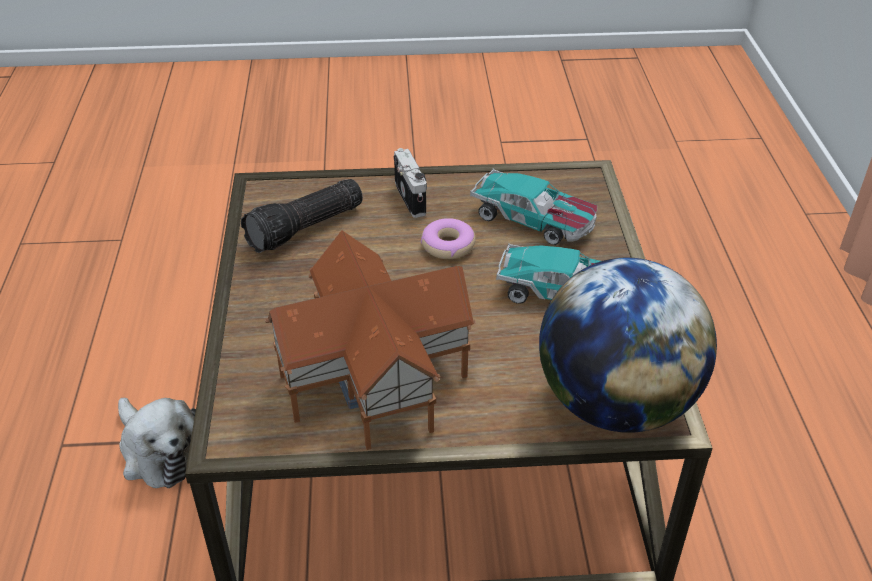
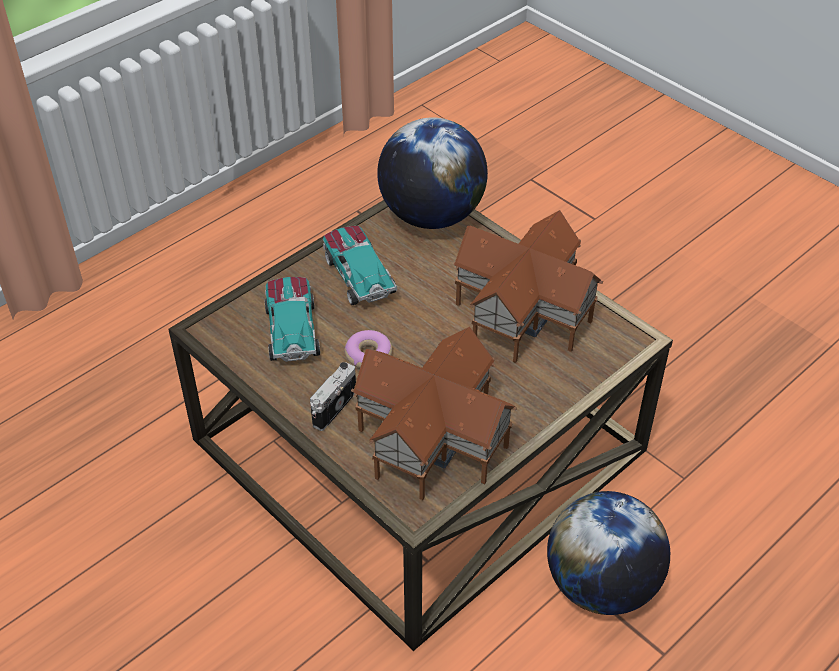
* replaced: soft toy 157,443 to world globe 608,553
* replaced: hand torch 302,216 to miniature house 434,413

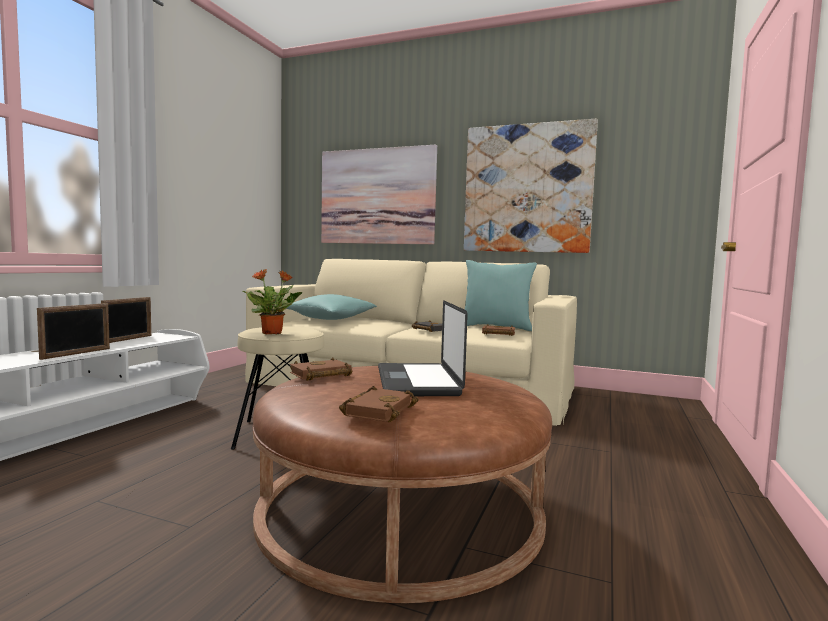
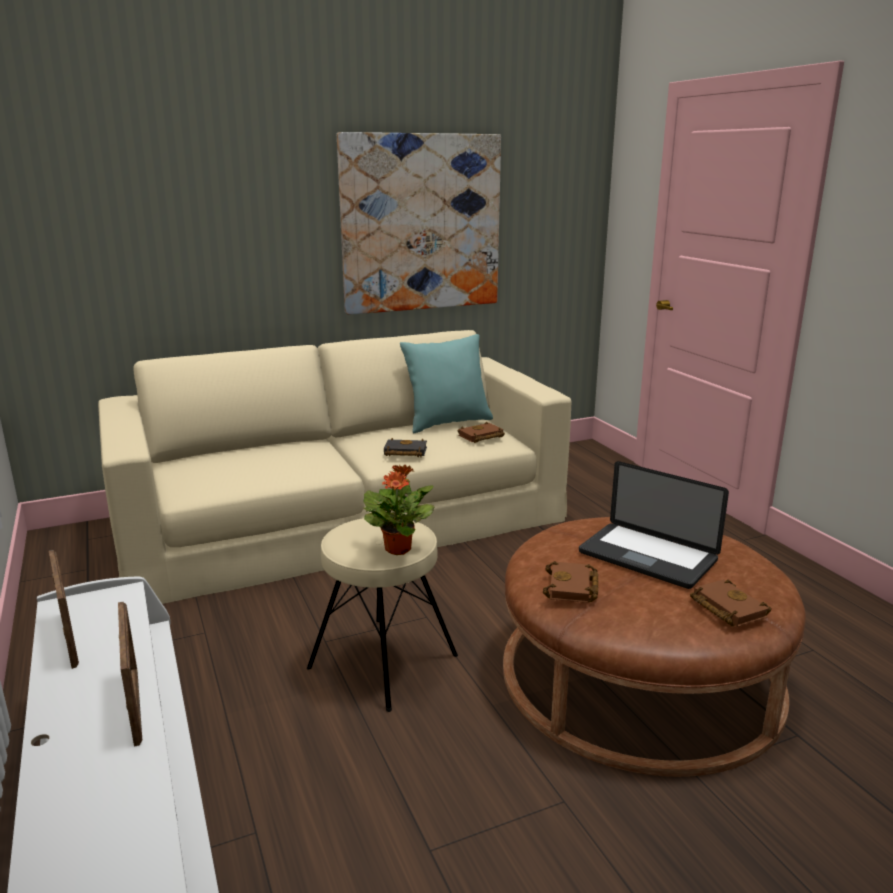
* removed: blue-green pillow 331,307
* removed: wall picture 379,194

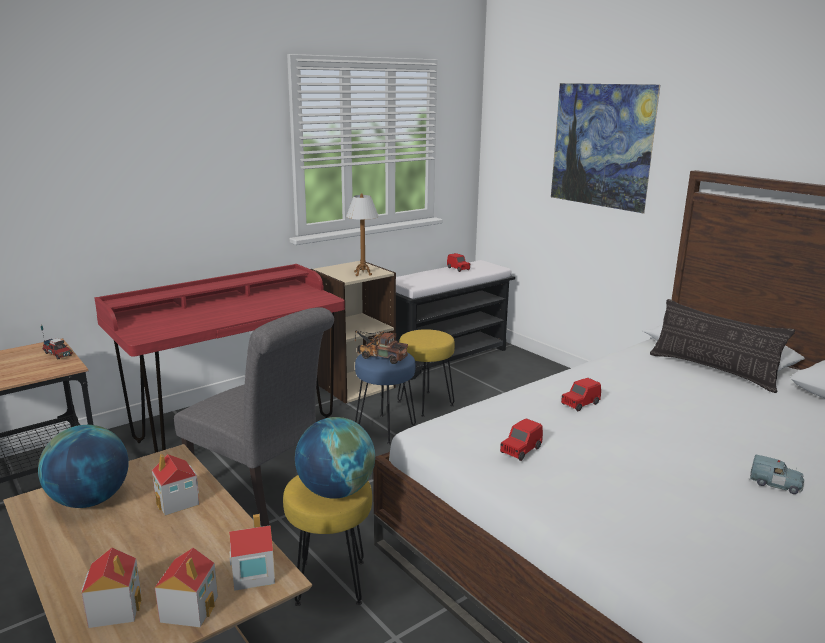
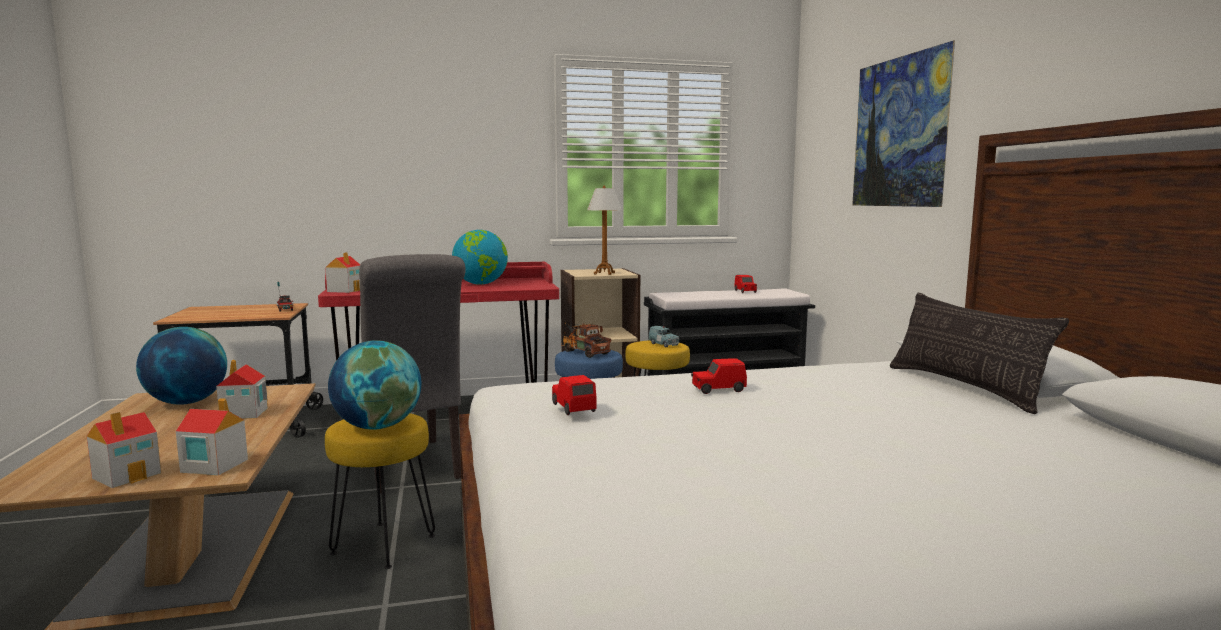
* moved: miniature house 111,588 to 342,272
* turned: red toy car 521,439 = 574,395 90 degrees clockwise
* moved: bluish toy car 777,474 to 663,336
* added: world globe 480,257

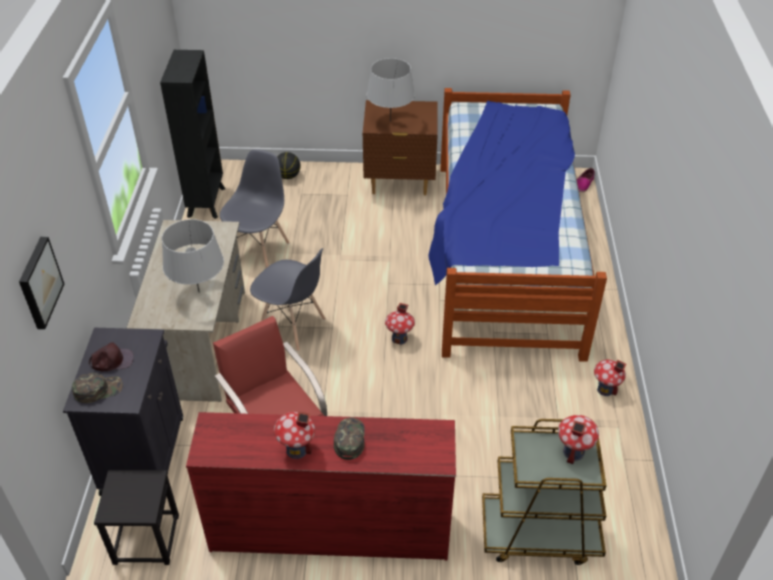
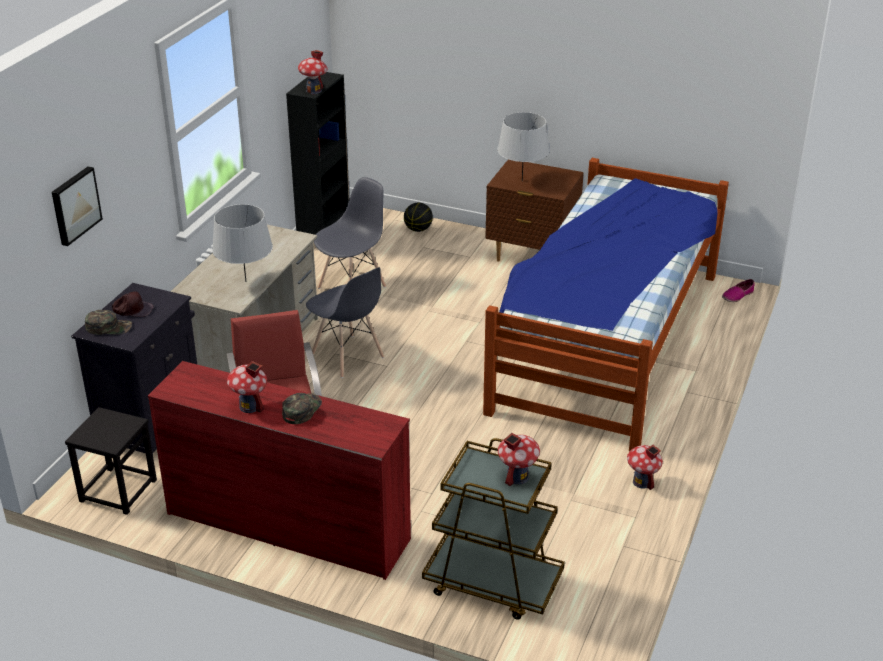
* moved: miniature house 400,324 to 313,72

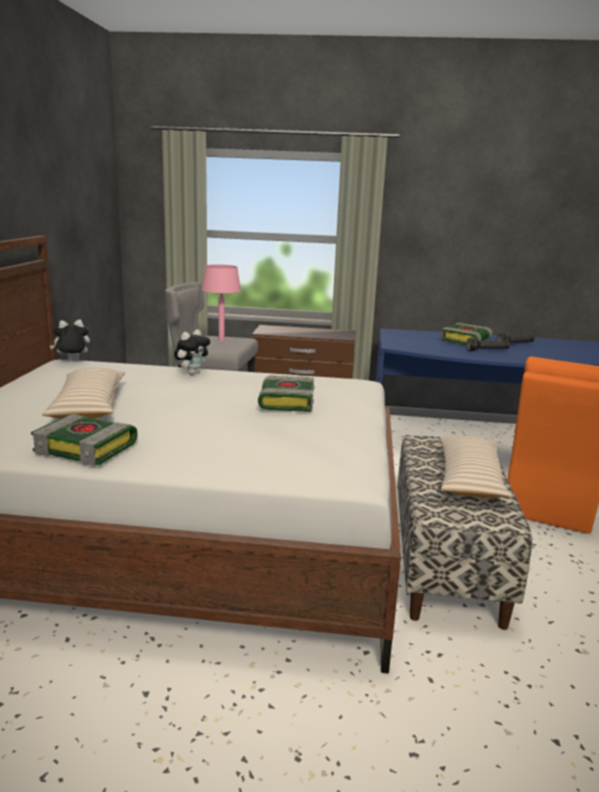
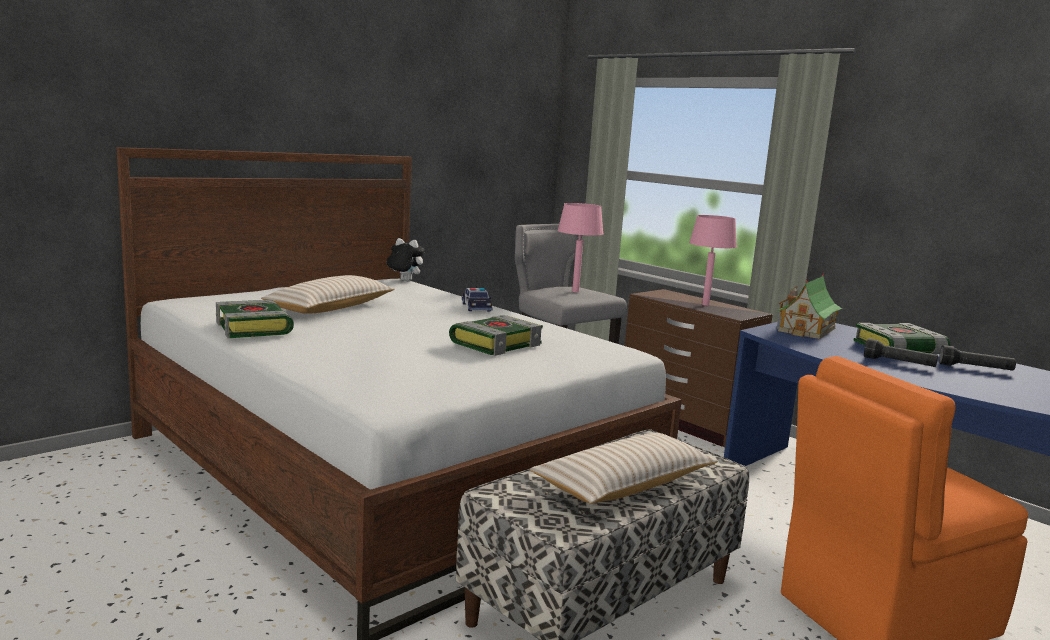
* replaced: soft toy 192,351 to toy car 477,299
* added: pink tabletop lamp 713,260
* added: miniature house 809,305

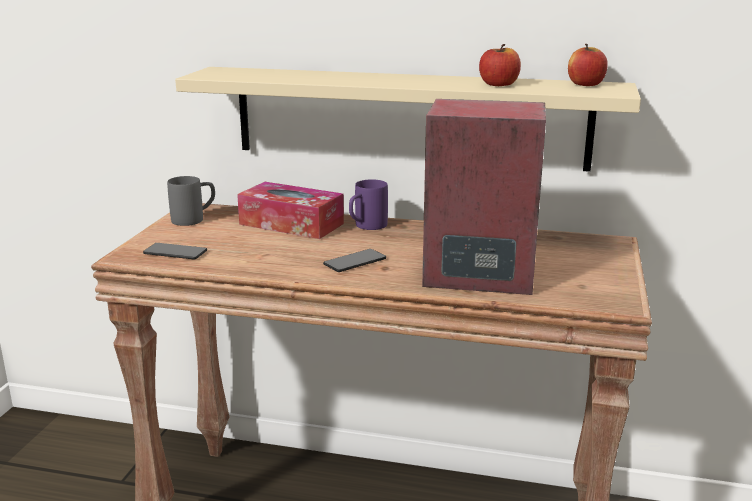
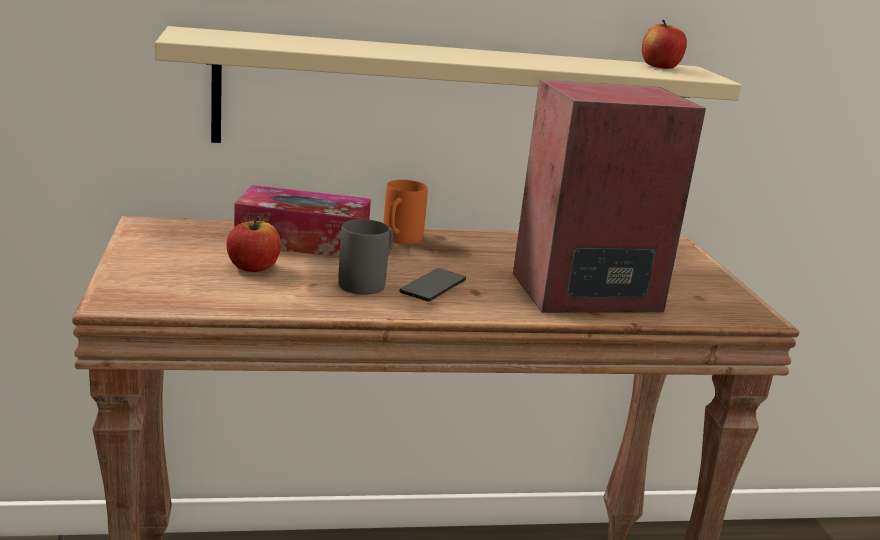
* removed: phone 175,251
* moved: greyish coffee mug 191,201 to 365,257
* recoloured: purplish coffee mug 368,204 to orange-coloured coffee mug 405,212
* moved: apple 500,65 to 254,244

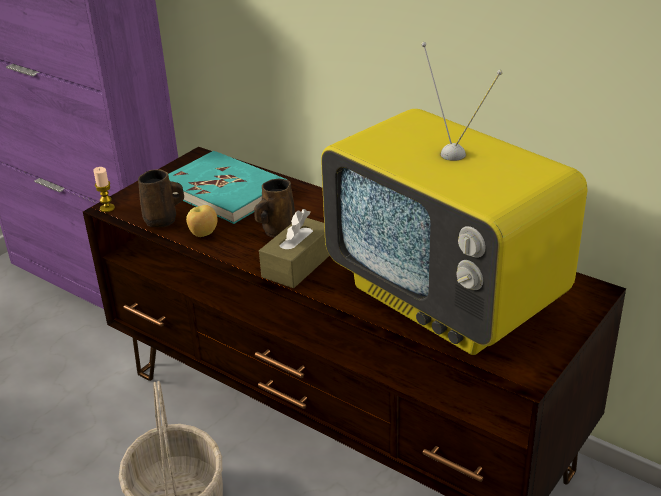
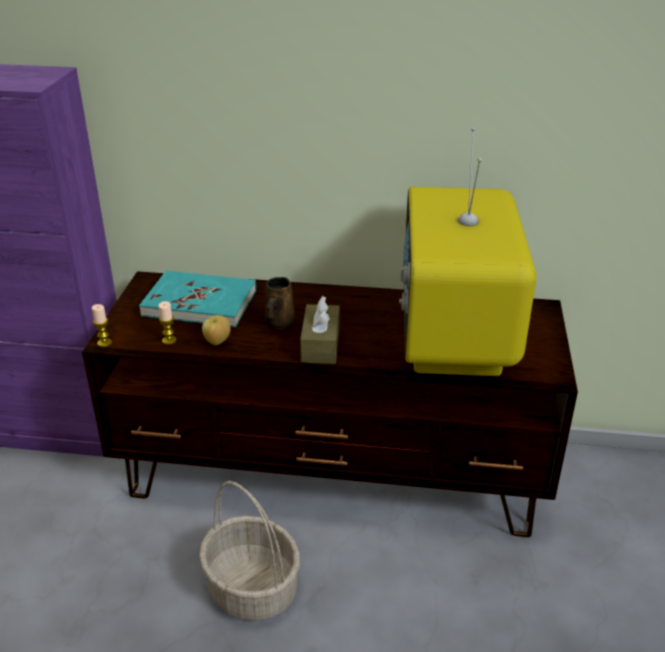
* replaced: brown coffee mug 161,198 to candle 167,323
* turned: TV set 454,198 = 468,251 75 degrees clockwise

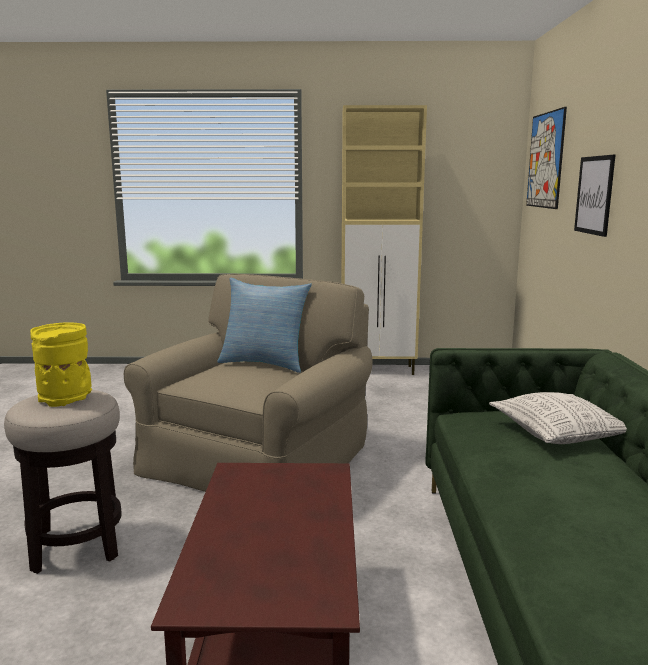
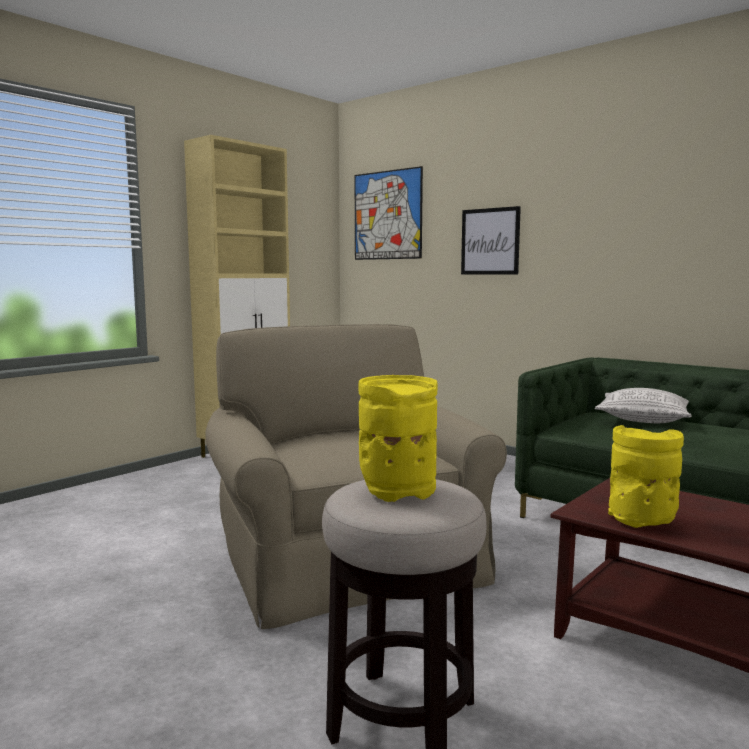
* removed: pillow 264,325
* added: yellowish flower vase 646,476

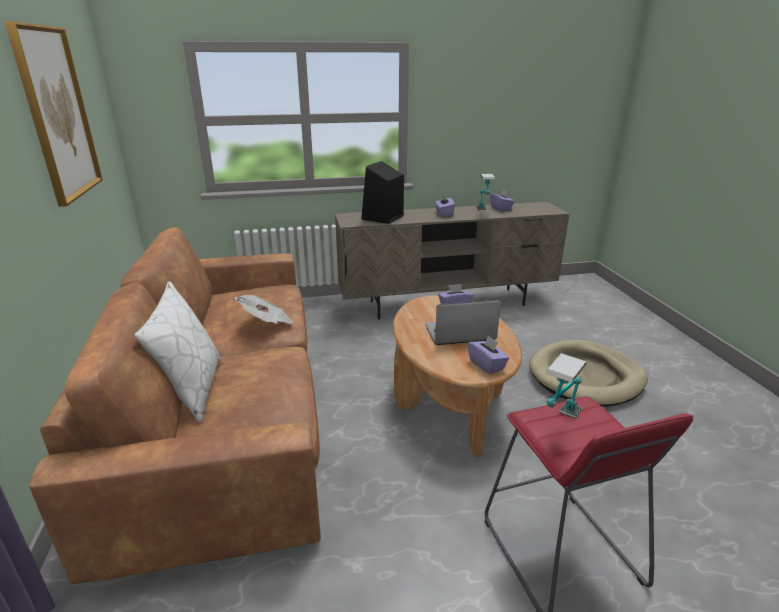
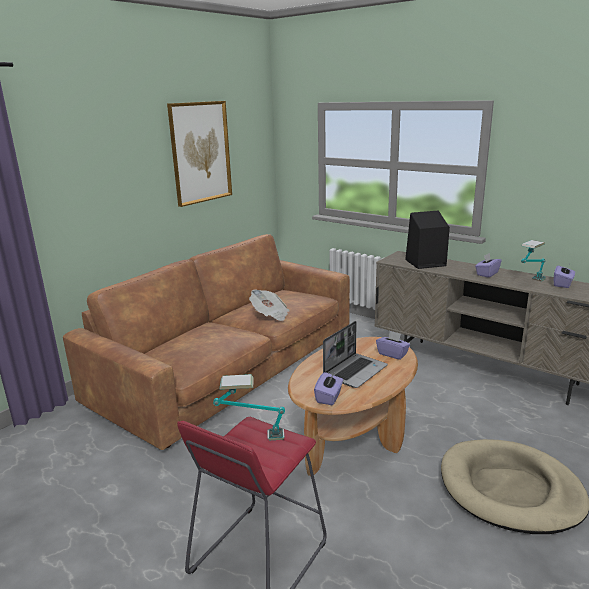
* removed: white pillow 178,352
* turned: notebook computer 463,322 = 355,354 90 degrees clockwise

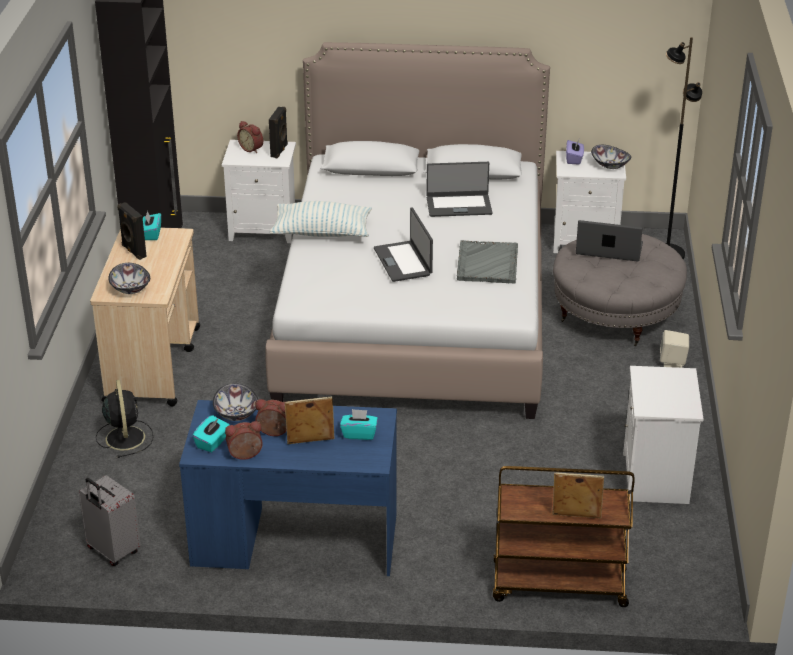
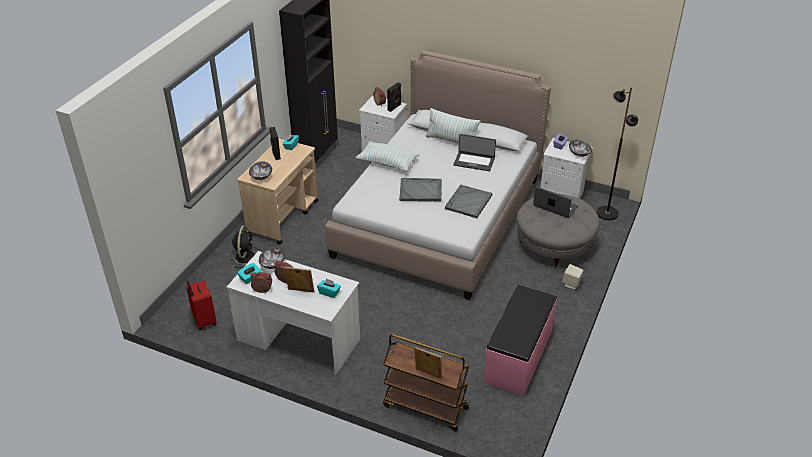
* recoloured: greyish suitcase 110,520 to red suitcase 201,305
* recoloured: bluish desk table 288,488 to white desk table 293,313
* replaced: notebook computer 403,244 to greyish serving tray 420,190
* replaced: white nightstand 663,435 to pink bench 520,340
* added: pillow 453,126

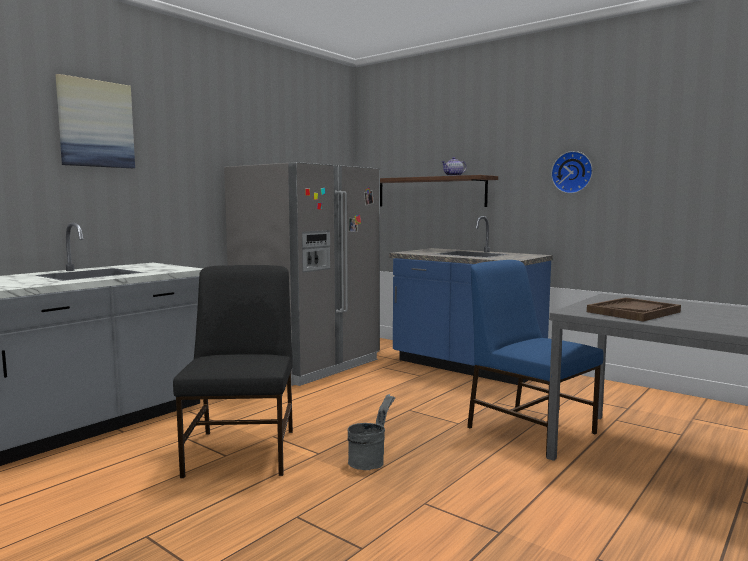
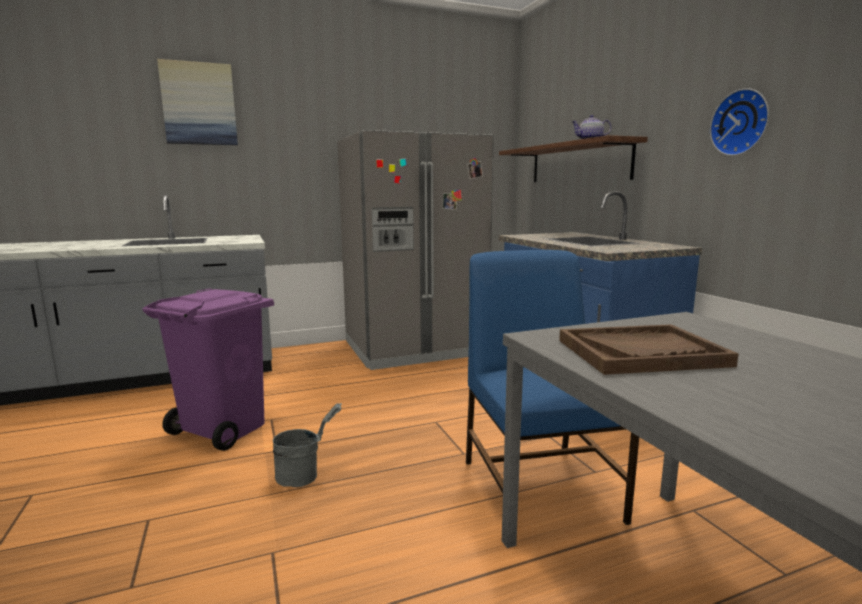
* replaced: black-coloured chair 233,371 to purplish waste bin 208,370

